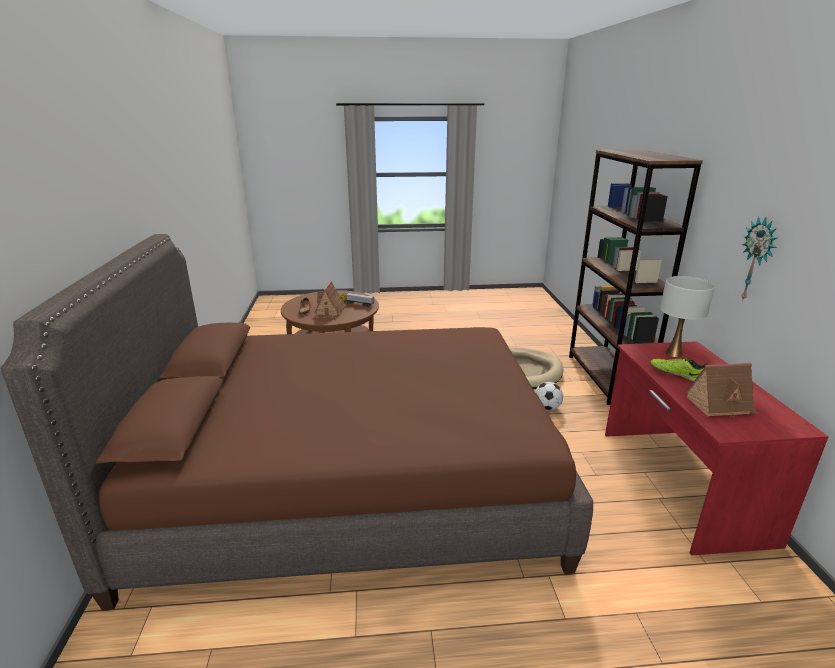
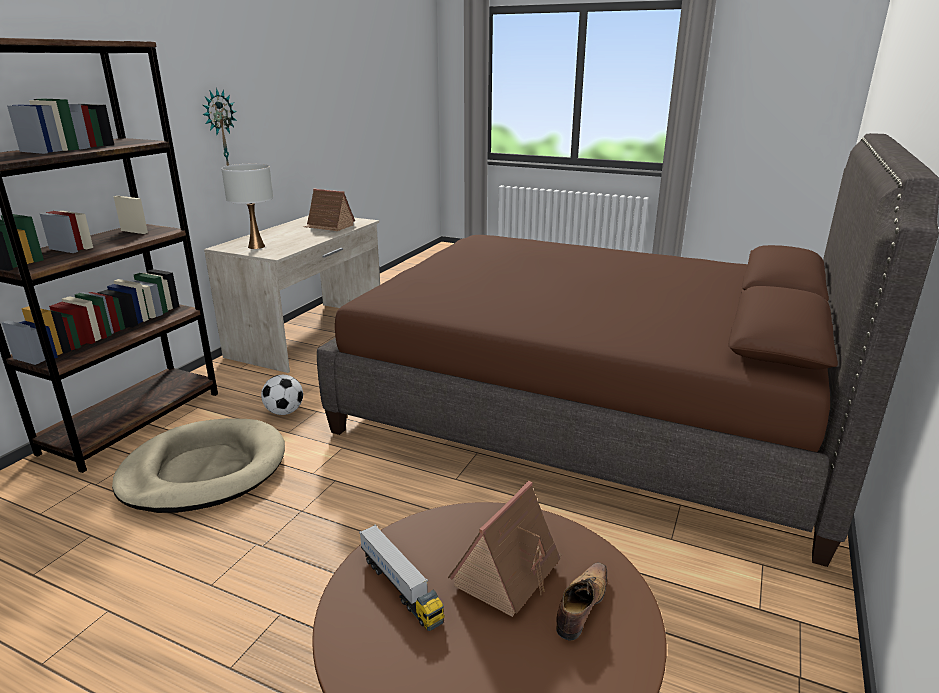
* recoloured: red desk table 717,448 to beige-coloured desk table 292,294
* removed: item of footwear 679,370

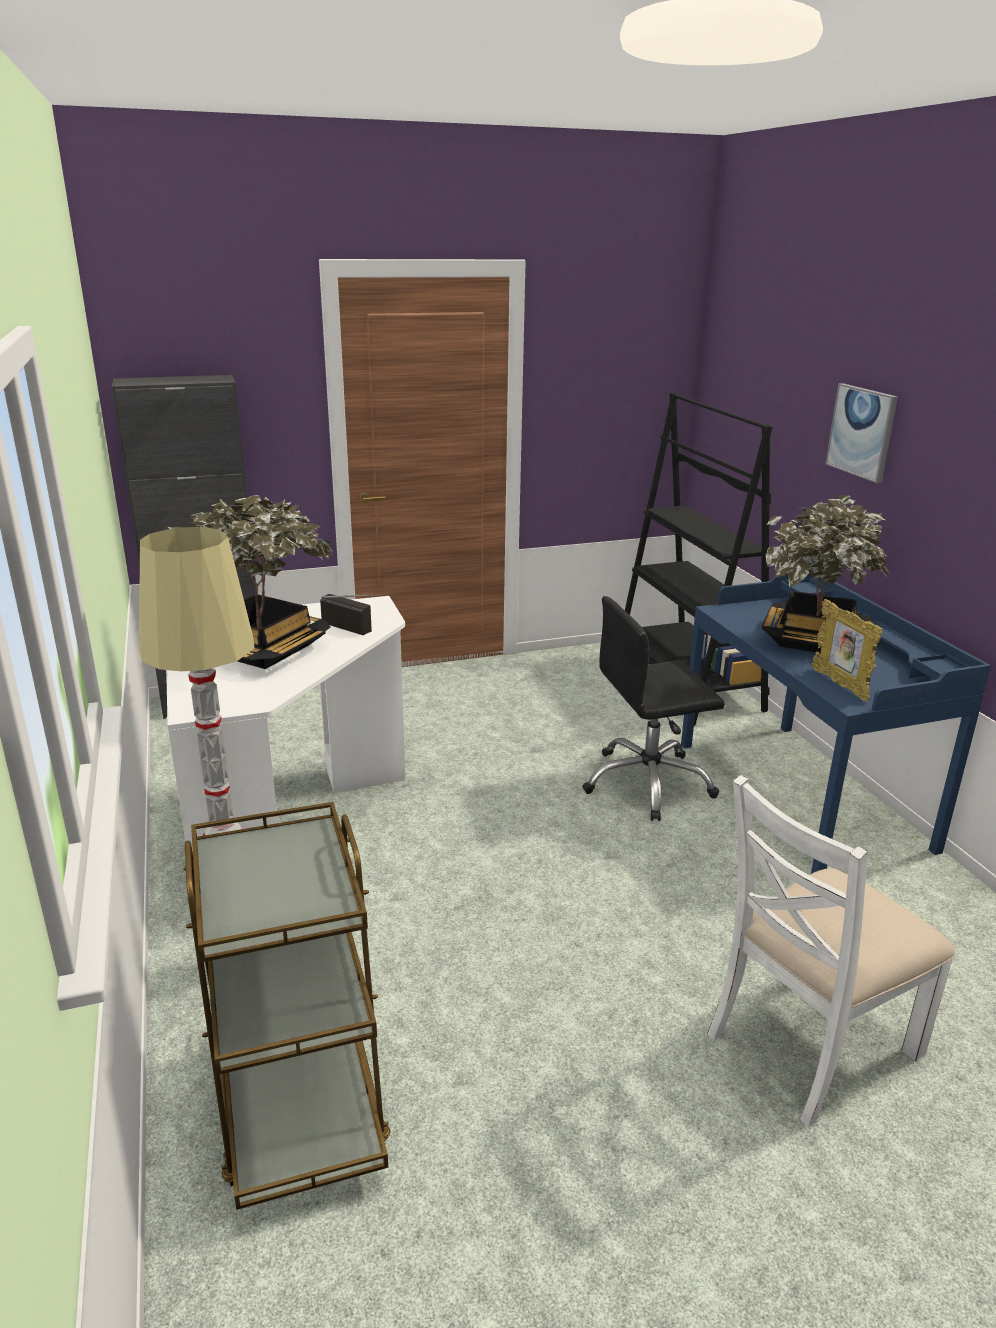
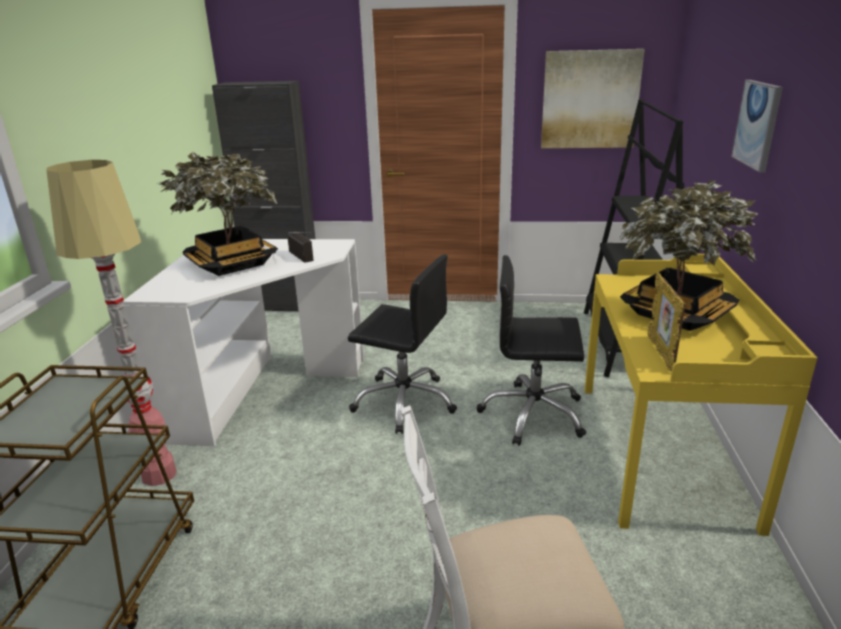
* recoloured: bluish desk table 836,722 to yellowish desk table 701,395
* added: black-coloured desk chair 402,344
* added: wall picture 593,98

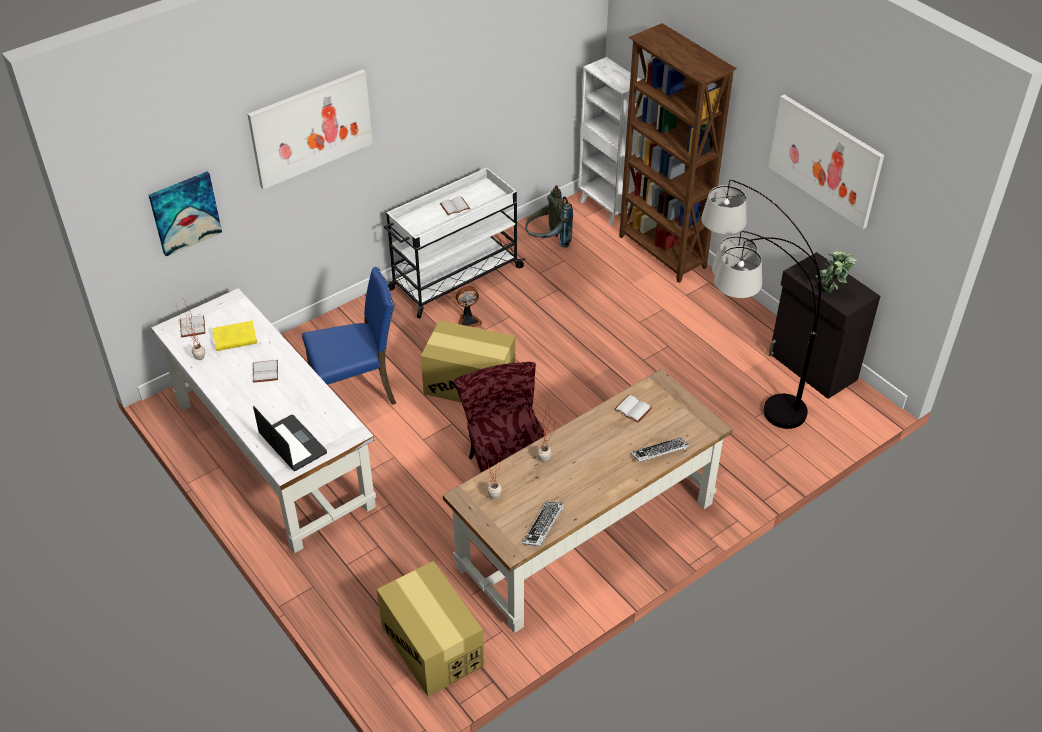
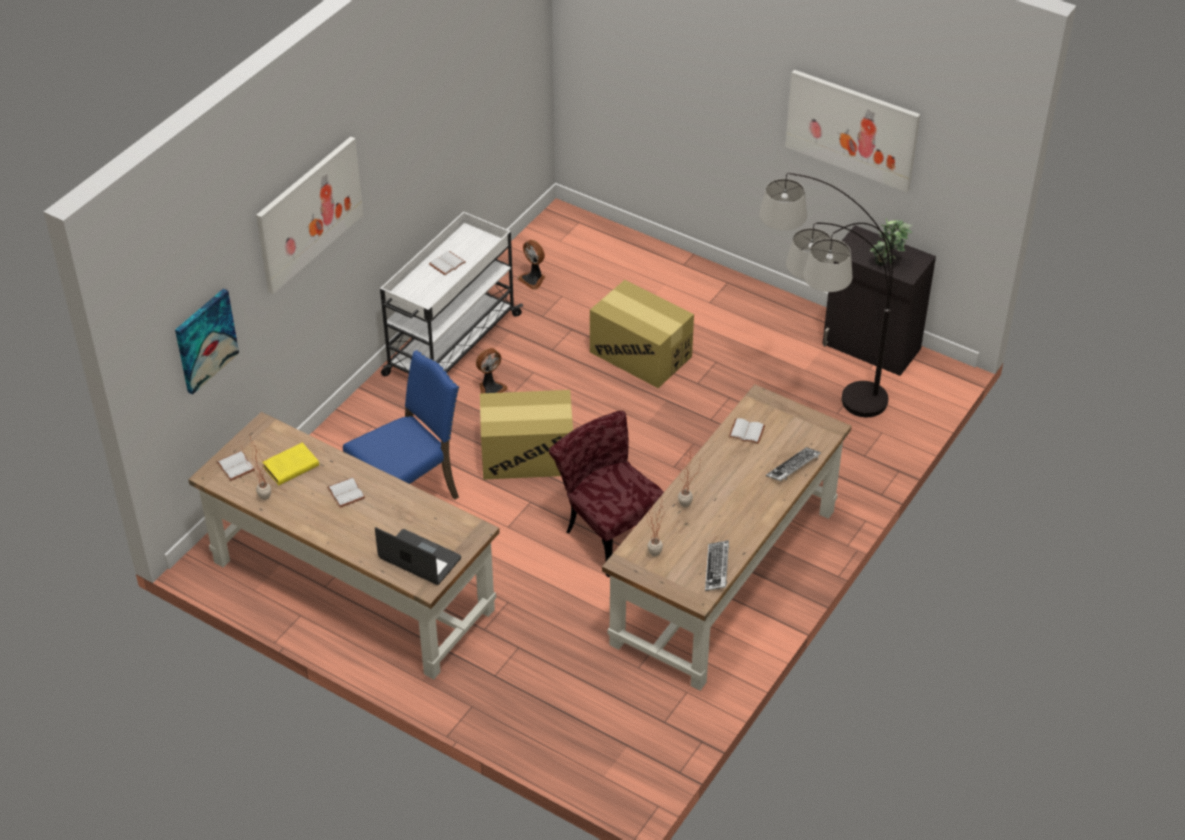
* recoloured: white desk table 263,420 to brown desk table 344,545
* moved: cardboard box 430,629 to 642,334
* replaced: greyish rucksack 549,216 to electric fan 531,265
* removed: white bookcase 611,141
* removed: brown bookcase 678,153

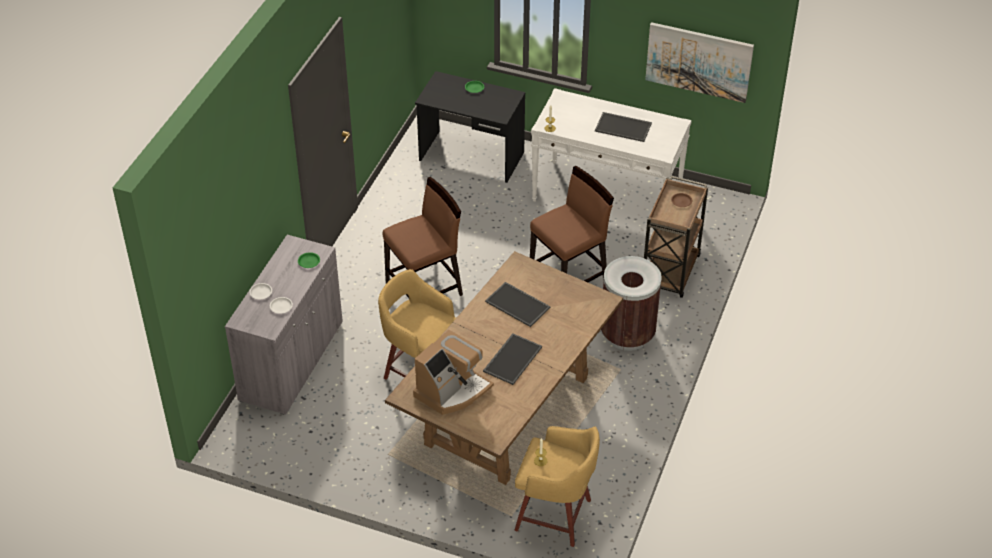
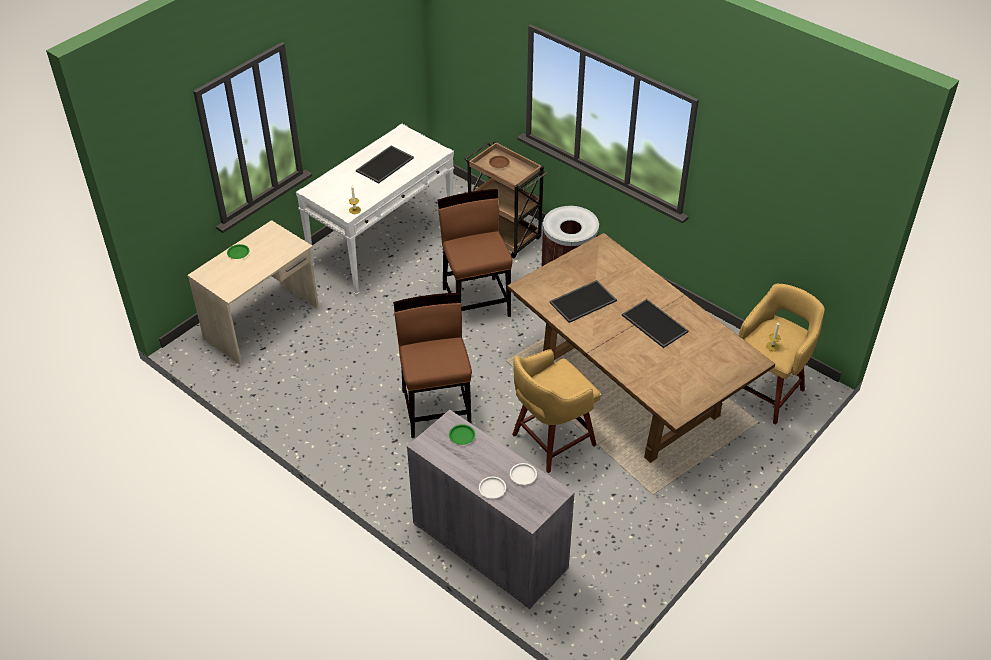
* removed: coffee maker 453,372
* recoloured: black-coloured desk table 470,127 to beige-coloured desk table 253,292
* removed: wall picture 699,62

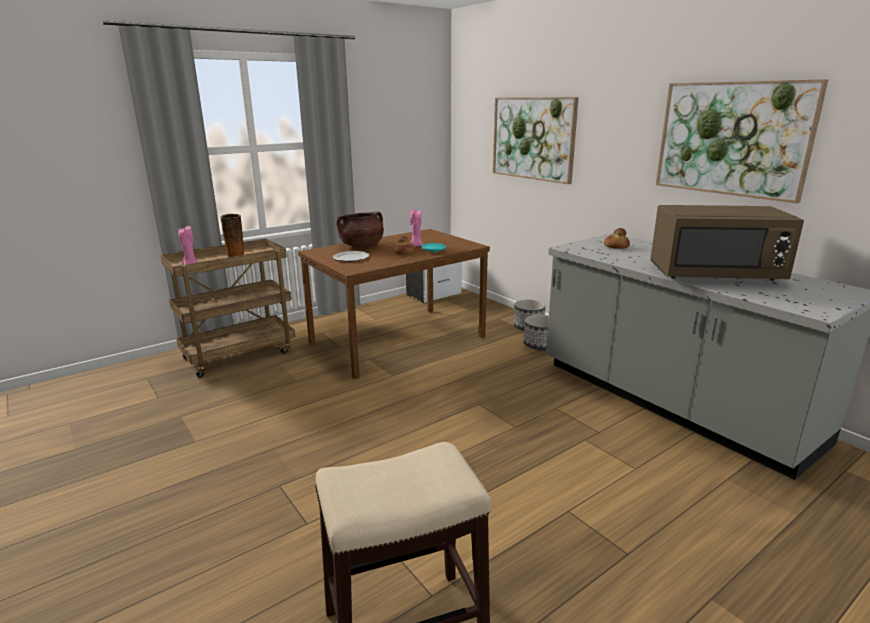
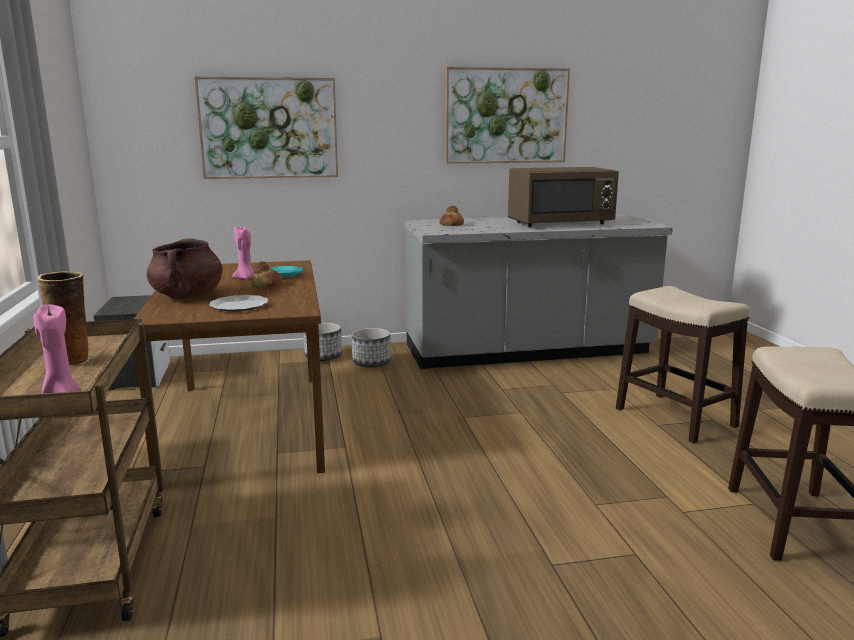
* turned: brown microwave 727,243 = 563,197 45 degrees clockwise
* added: stool seat 683,365

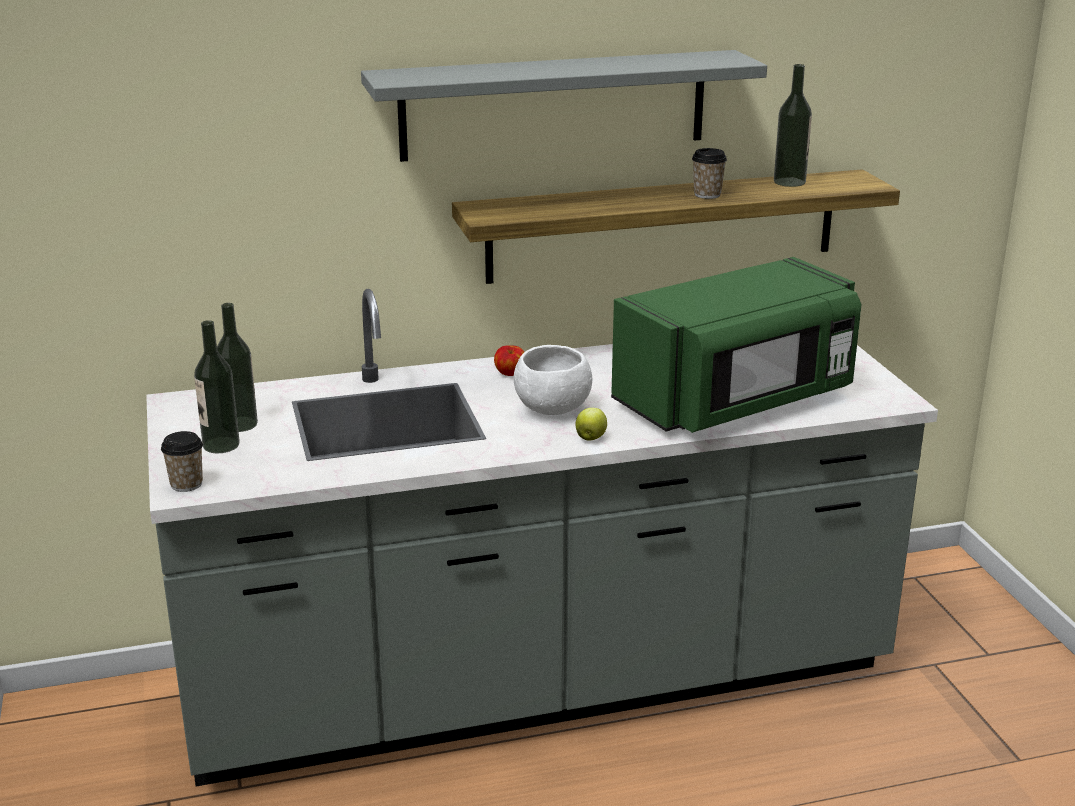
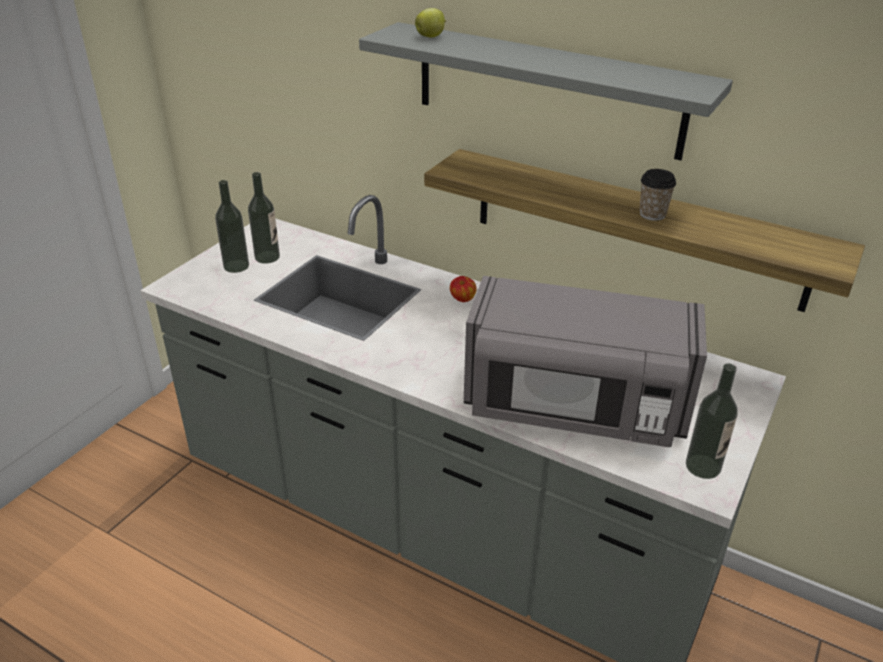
* removed: cup 182,461
* removed: white deep dish 553,380
* moved: apple 591,424 to 430,23
* recoloured: green-coloured microwave 736,345 to greyish microwave 585,361
* moved: beverage bottle 793,125 to 712,421

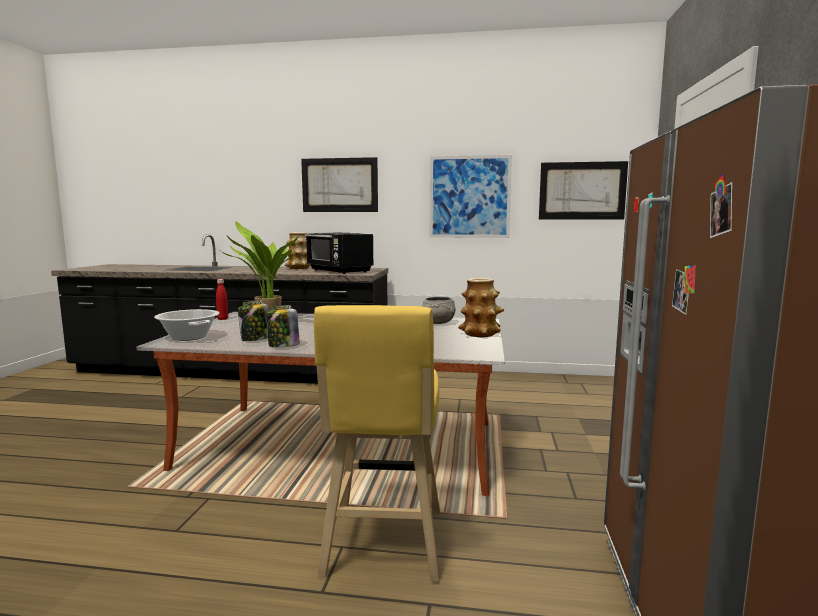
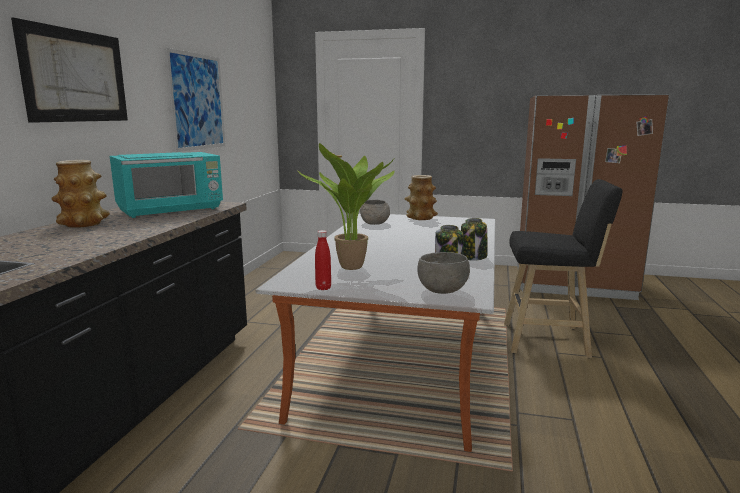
* replaced: stockpot 186,325 to greyish deep dish 443,273
* recoloured: black-coloured microwave 339,253 to blue-green microwave 166,185
* recoloured: yellowish stool seat 377,443 to black-coloured stool seat 563,268
* removed: wall picture 583,190

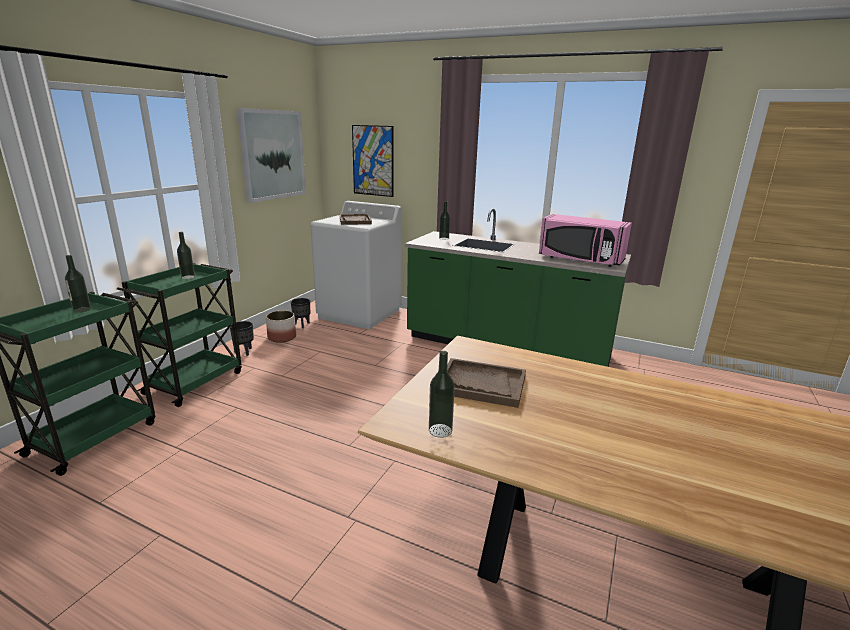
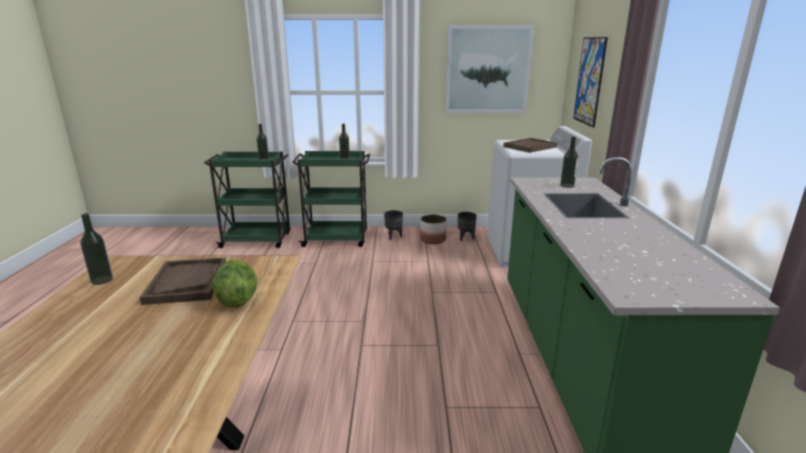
* removed: pink microwave 585,240
* added: lettuce head 234,284

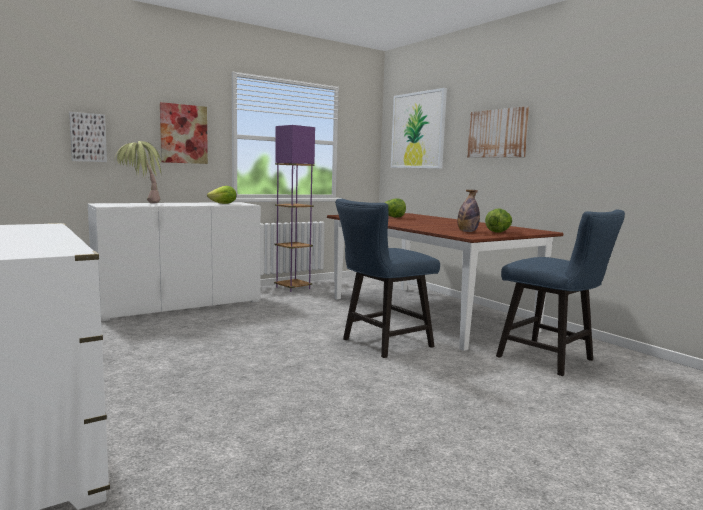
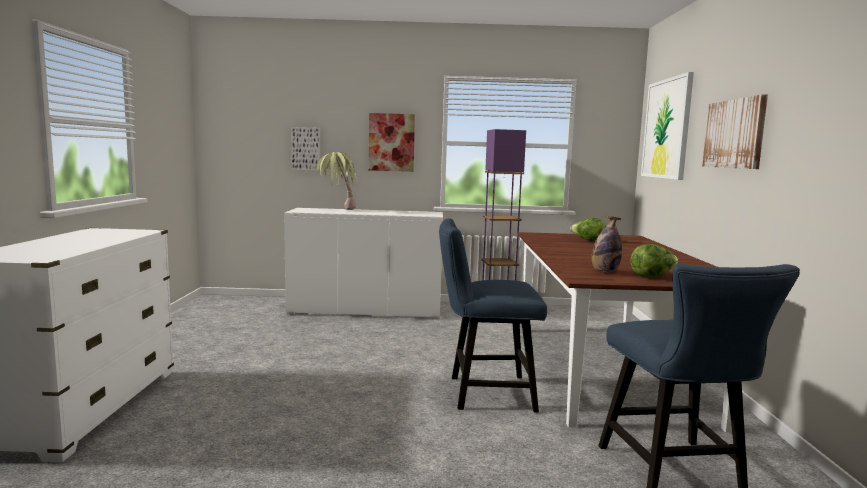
* removed: lettuce head 221,195

